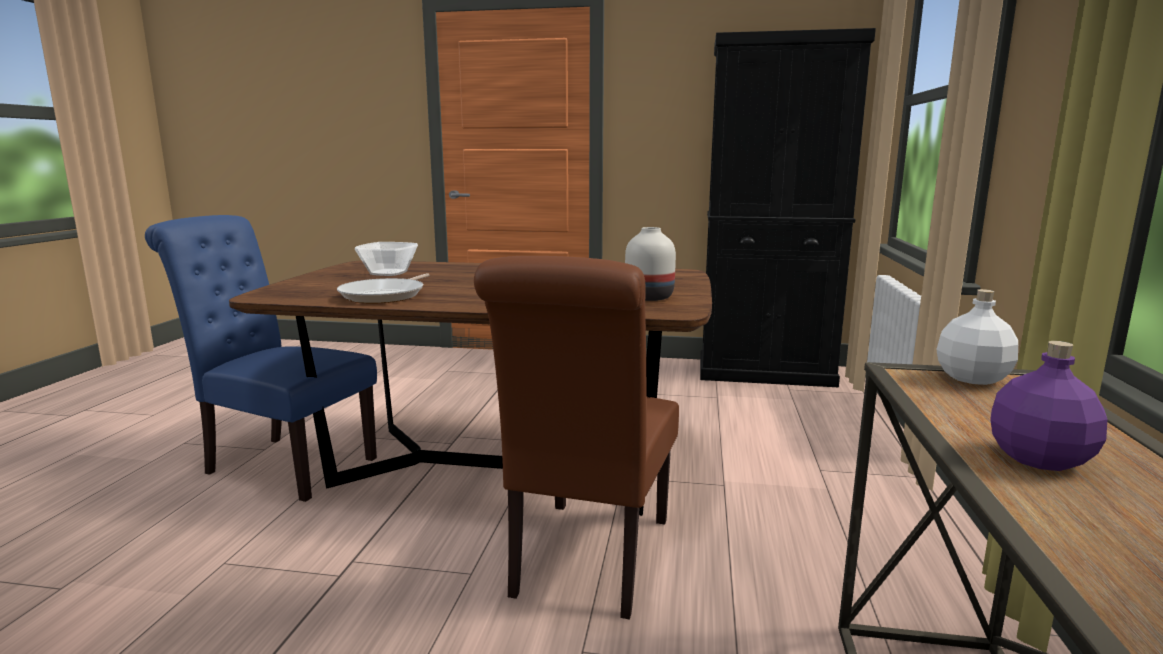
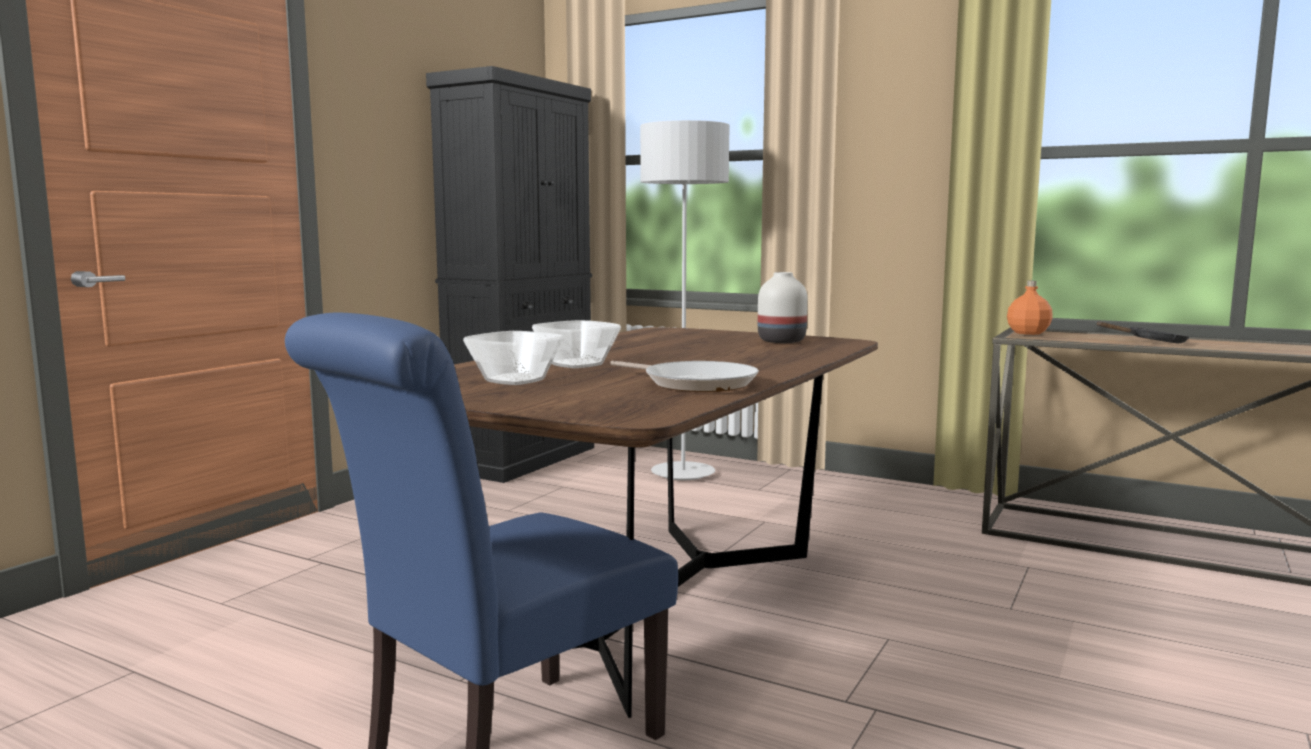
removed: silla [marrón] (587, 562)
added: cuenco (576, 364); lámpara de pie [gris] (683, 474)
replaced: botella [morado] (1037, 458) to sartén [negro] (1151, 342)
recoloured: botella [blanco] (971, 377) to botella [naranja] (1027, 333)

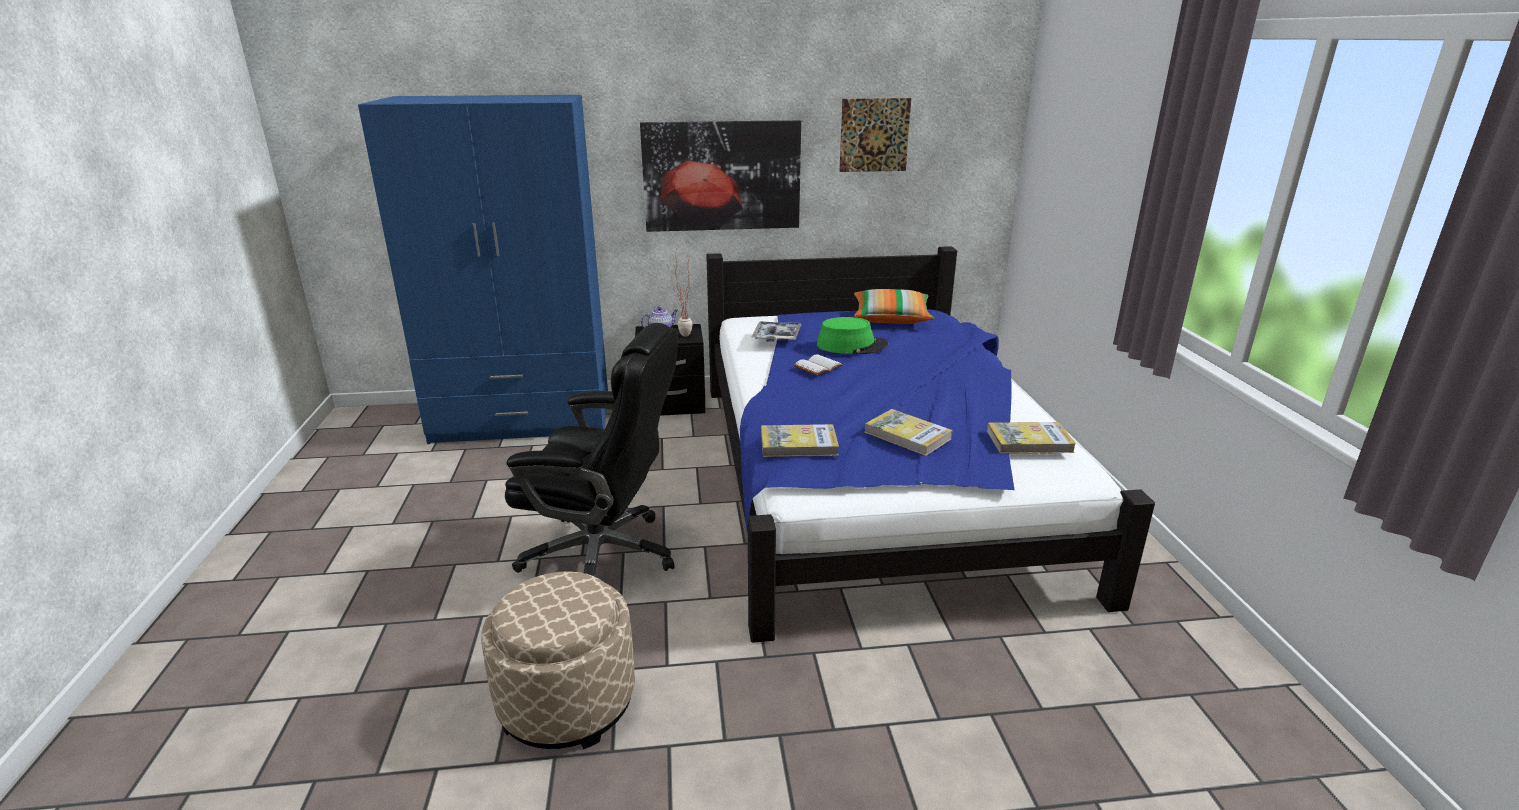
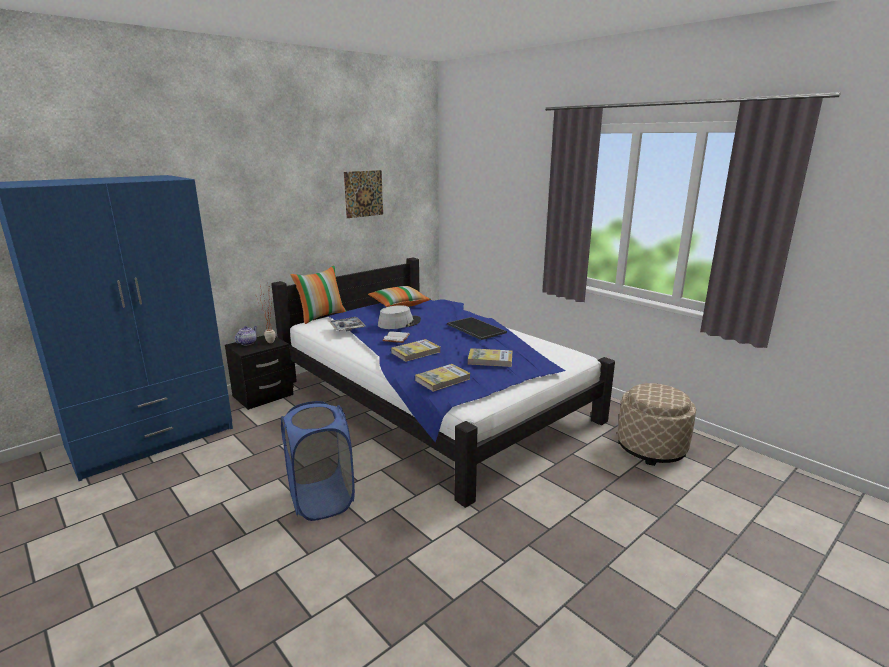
removed: cuadro (722, 176)
added: cojín (321, 316); bandeja (474, 328)
moved: puf [beis] (567, 702) to (651, 448); libro (1029, 441) to (416, 352)
replaced: silla de oficina [negro] (603, 556) to cesto de la ropa [azul] (321, 500)
recoloured: sombrero [verde] (852, 345) to sombrero [gris] (399, 323)

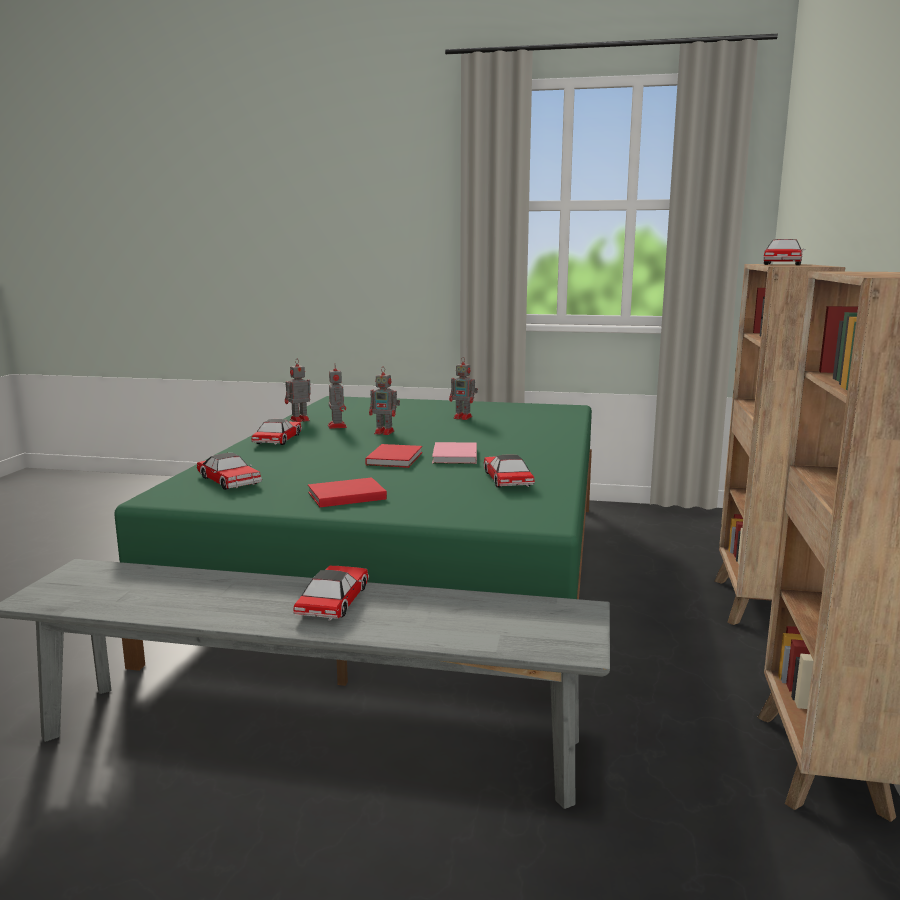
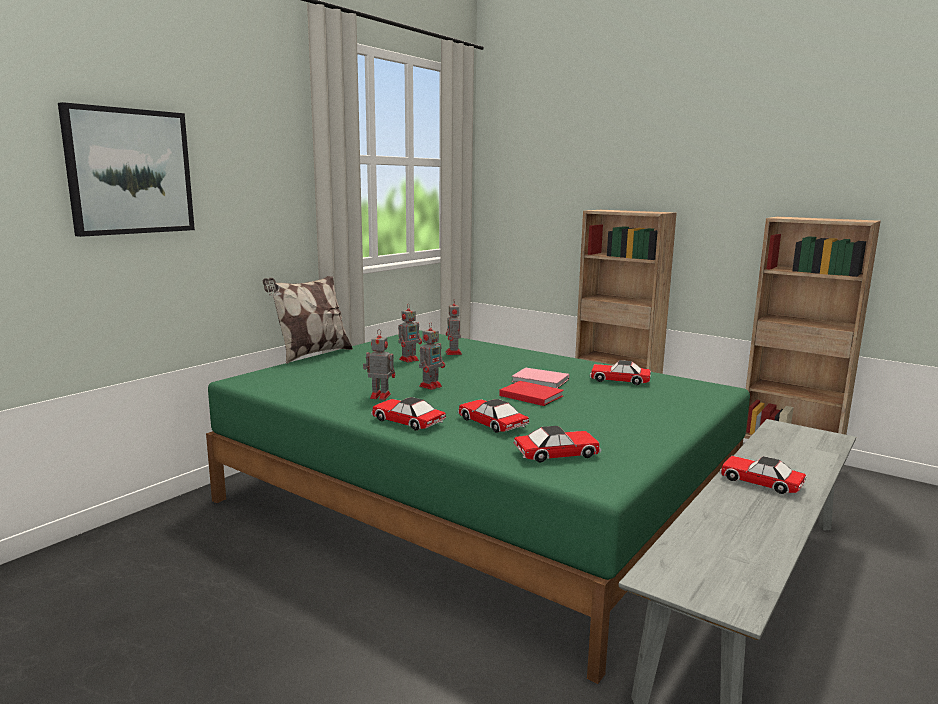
removed: libro [rojo] (344, 496)
added: cuadro (129, 172); cojín (311, 354)
moved: robot de juguete (298, 420) to (453, 353); coche de juguete (782, 264) to (492, 423)

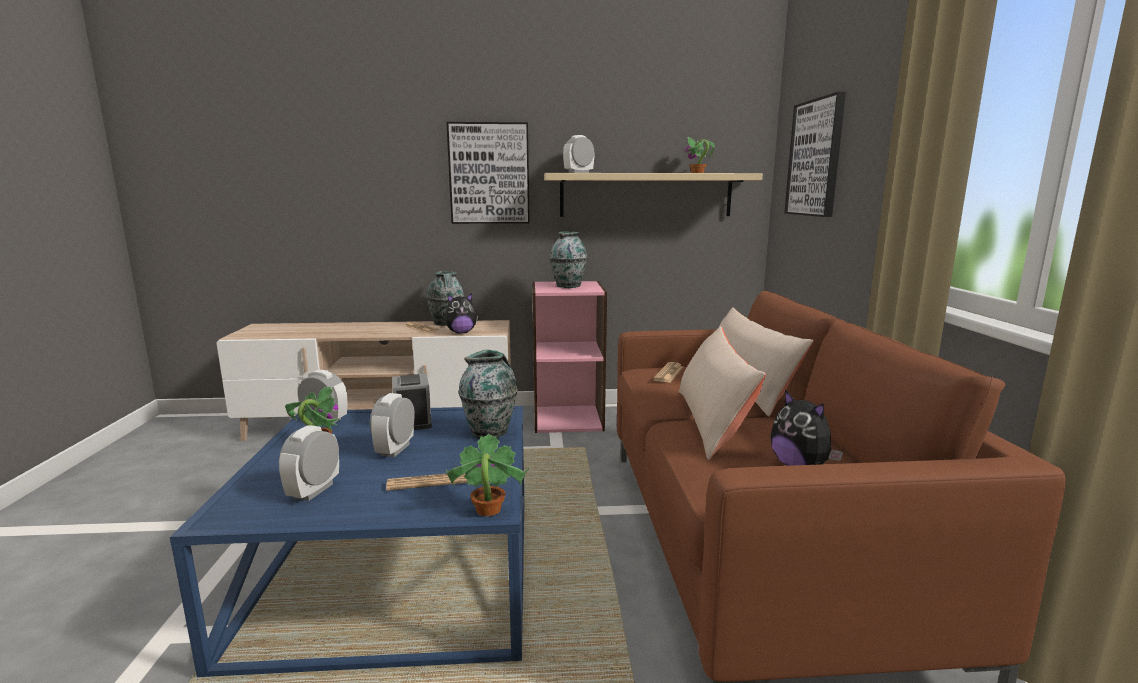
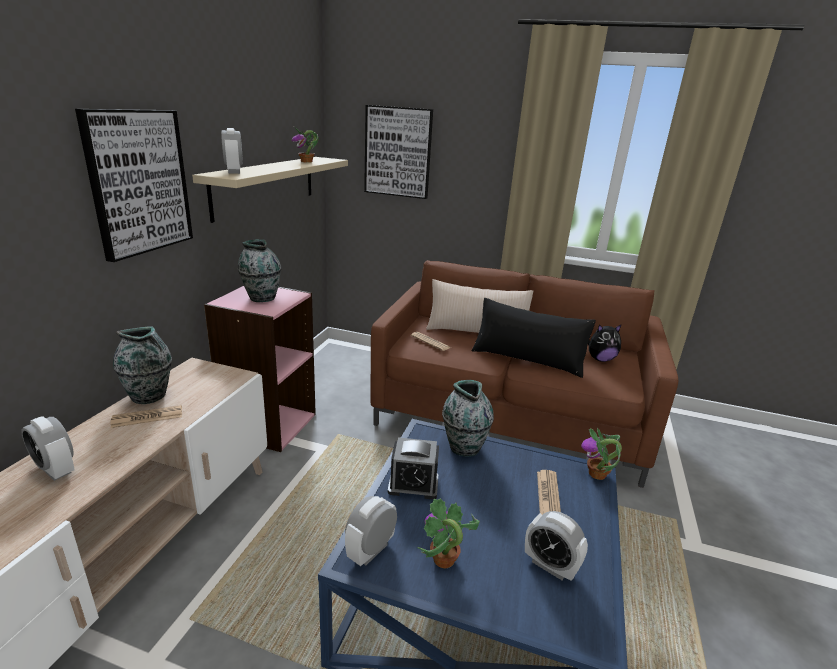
removed: peluche (461, 332)
moved: despertador (395, 449) to (56, 470)
recoloured: cojín [beis] (712, 421) to cojín [negro] (527, 358)

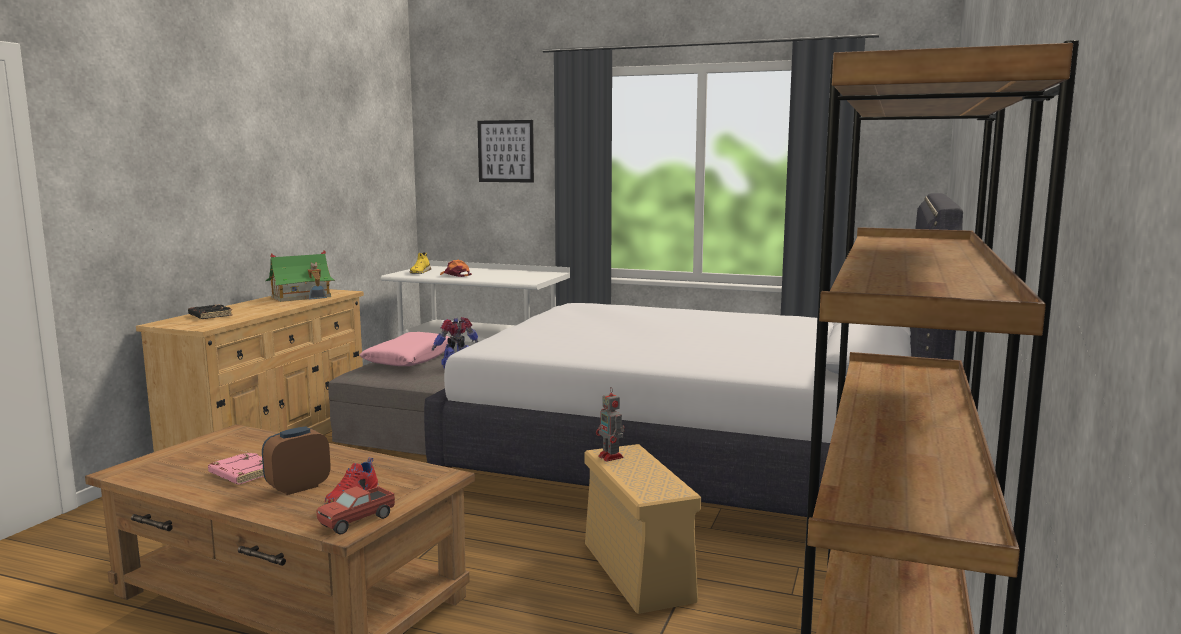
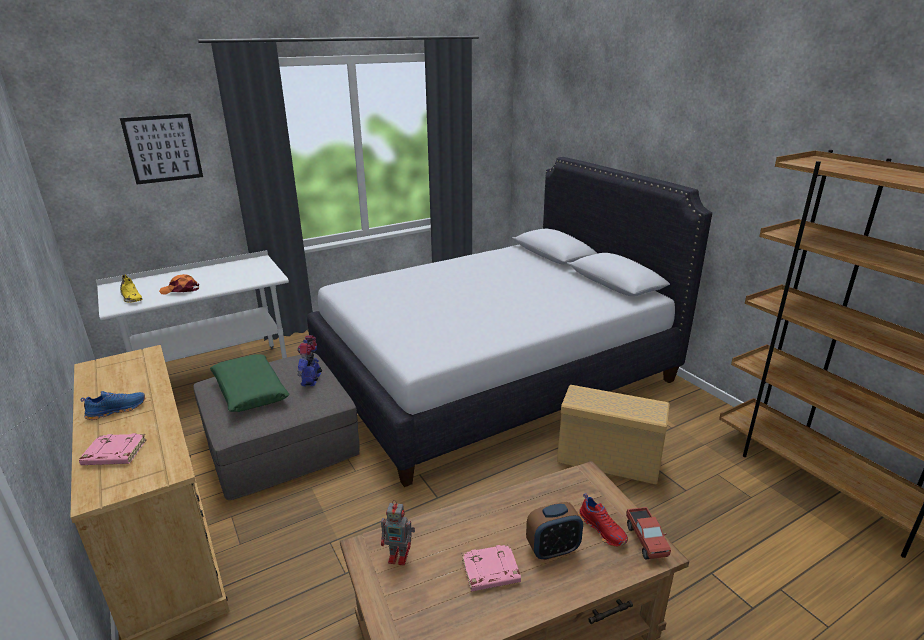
removed: casita (301, 297)
added: zapato [azul] (117, 410)
moved: robot de juguete (611, 457) to (400, 556)
recoloured: libro [negro] (209, 315) to libro [rosa] (114, 454); cojín [rosa] (409, 359) to cojín [verde] (250, 391)
turned: despertador (298, 487) = (553, 549) 105 degrees counterclockwise

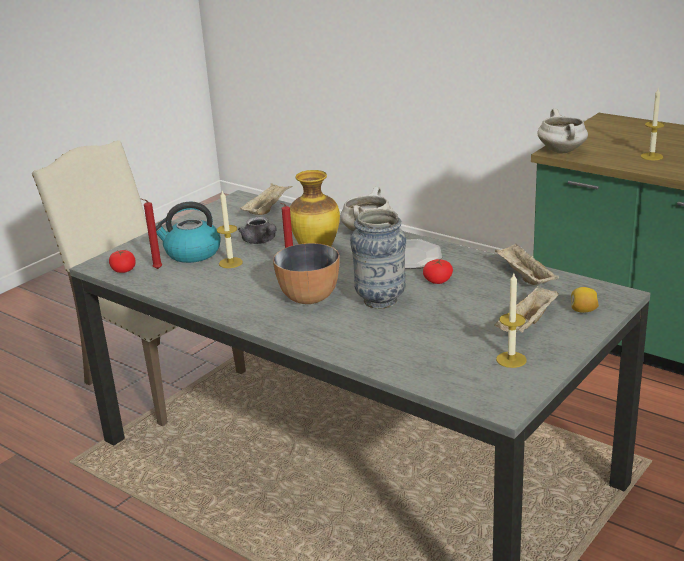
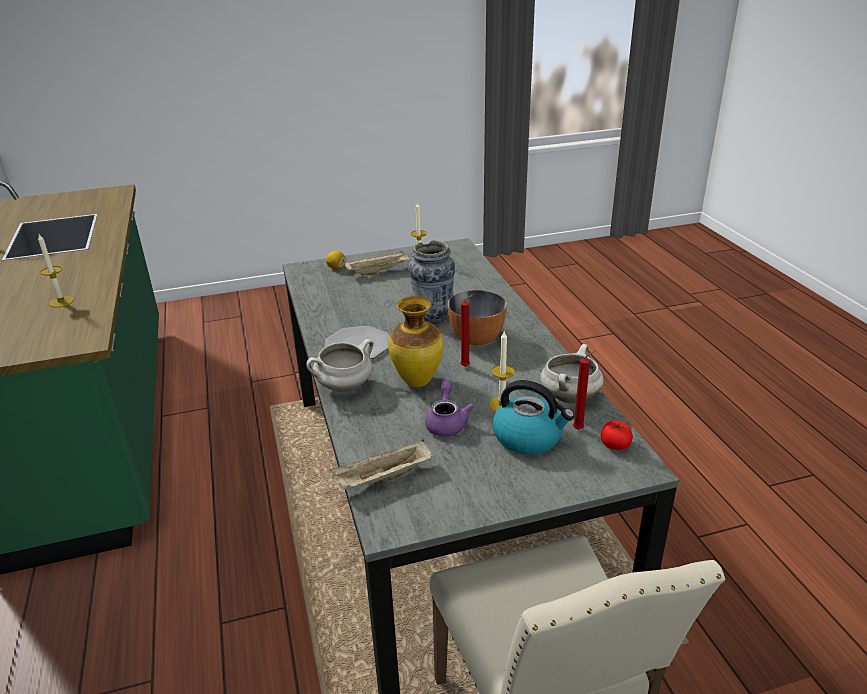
removed: tomate (438, 280); bandeja [beis] (524, 277)
moved: olla [blanco] (562, 151) to (569, 396)
recoloured: tetera [gris] (261, 241) to tetera [morado] (447, 422)

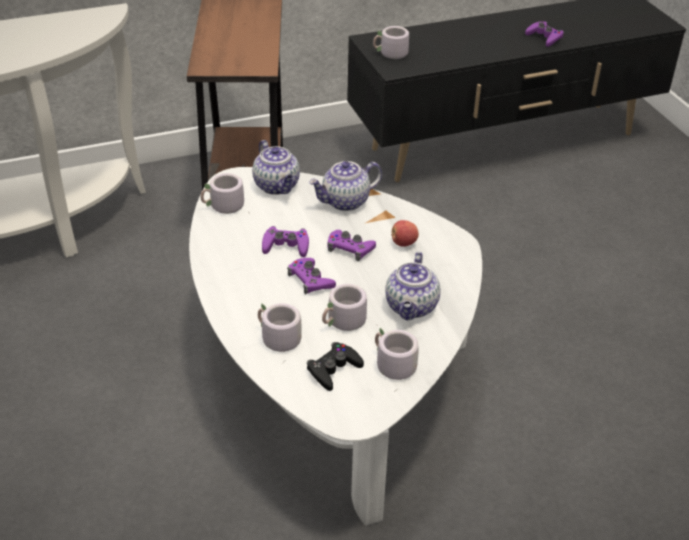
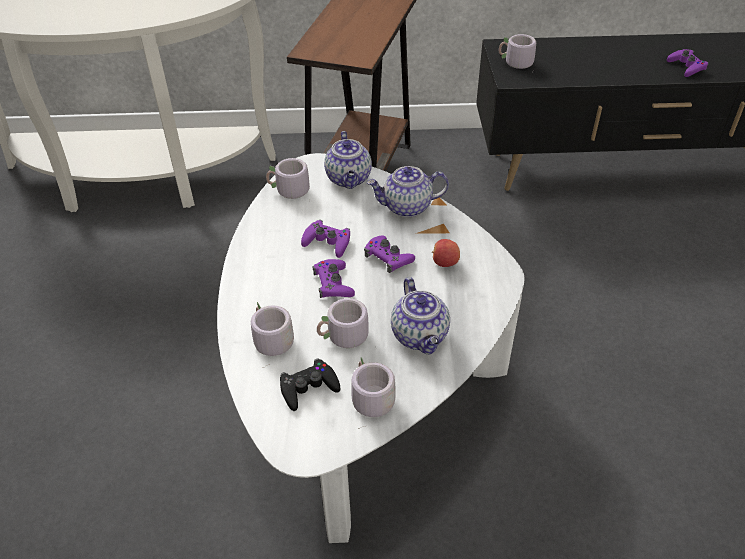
turned: tetera (412, 307) = (420, 336) 45 degrees counterclockwise

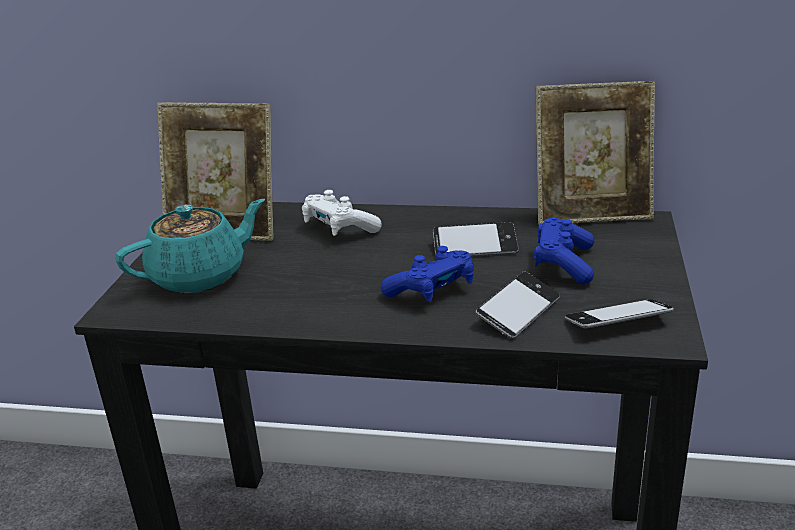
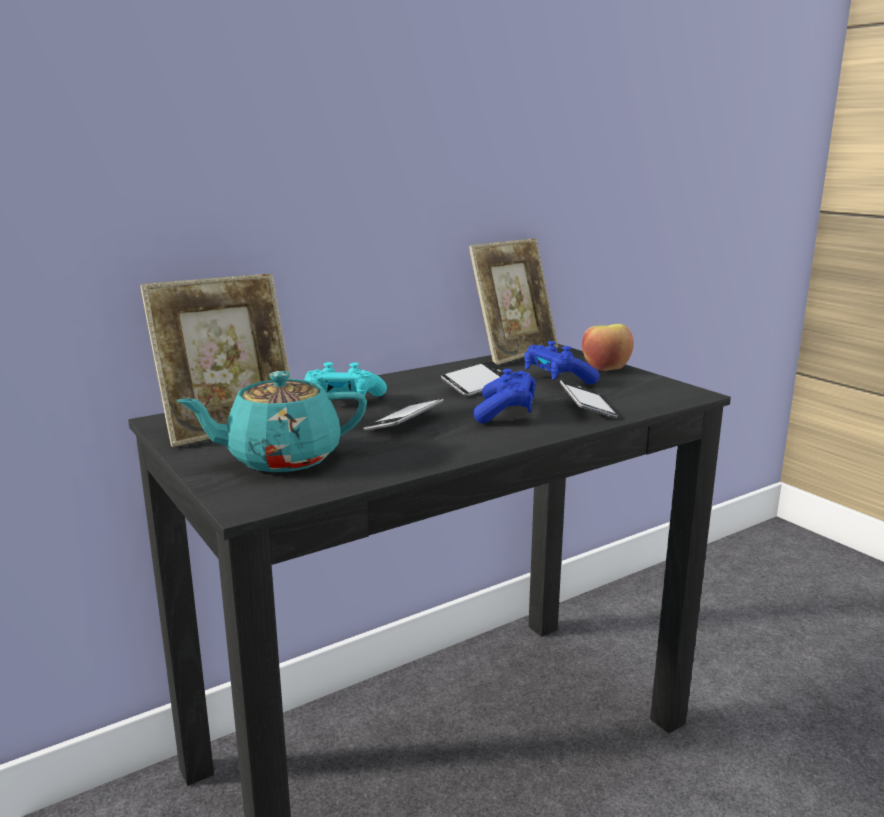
added: manzana (605, 368)
moved: móvil (617, 321) to (404, 422)
recoloured: mando de consola [blanco] (339, 228) to mando de consola [turquesa] (342, 400)
turned: tetera [turquesa] (200, 276) = (281, 458) 120 degrees counterclockwise

